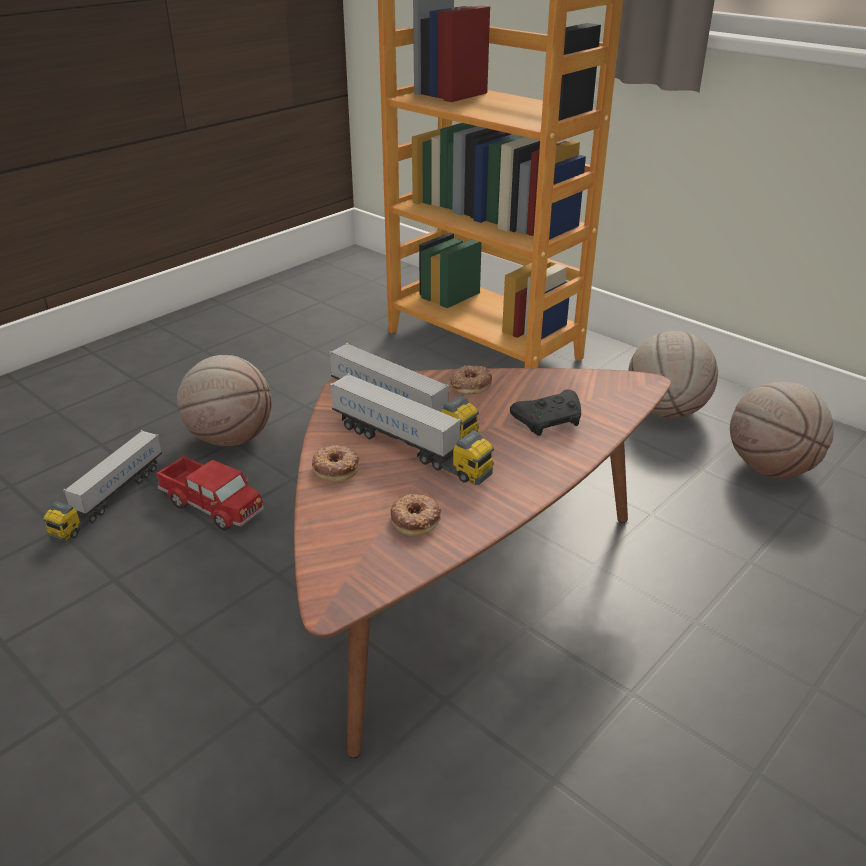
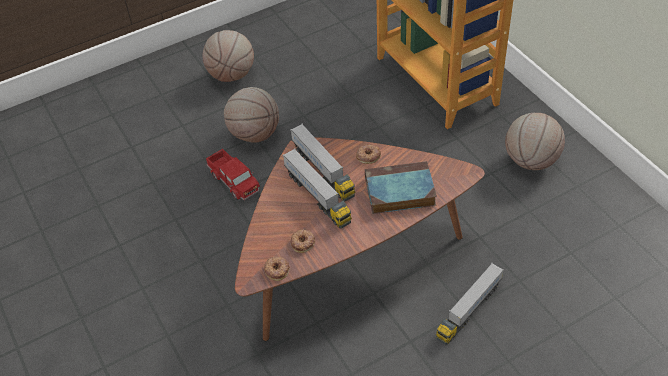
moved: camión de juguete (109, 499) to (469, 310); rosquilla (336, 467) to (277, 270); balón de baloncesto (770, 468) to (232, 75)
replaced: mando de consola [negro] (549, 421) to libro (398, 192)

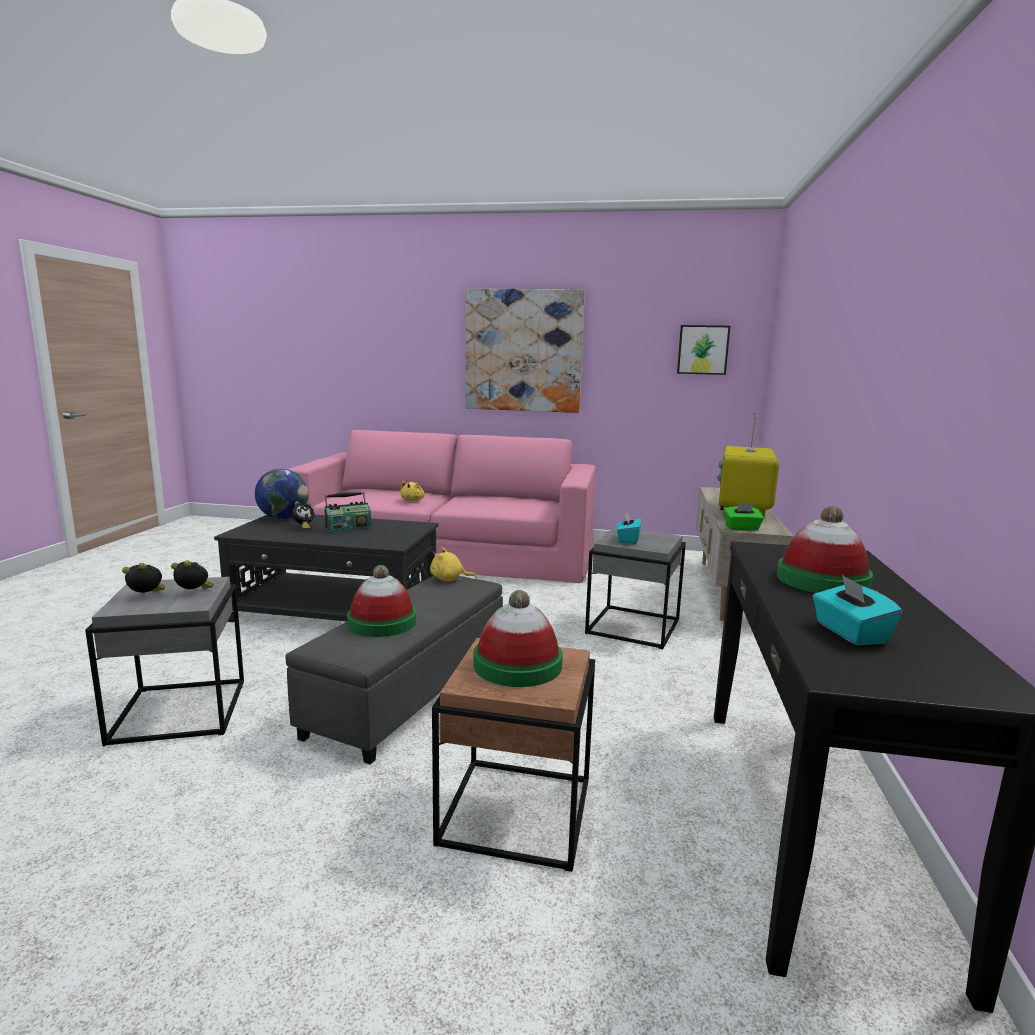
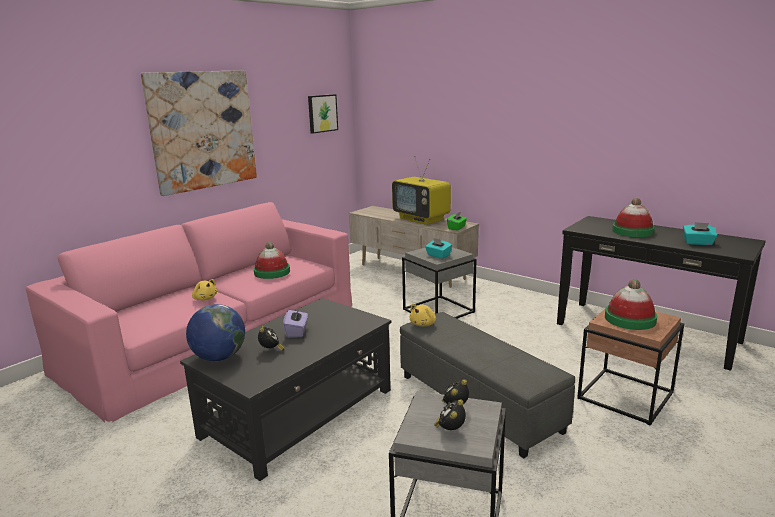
moved: sombrero (382, 622) to (272, 272)
replaced: radio (348, 528) to caja de pañuelos [morado] (297, 332)

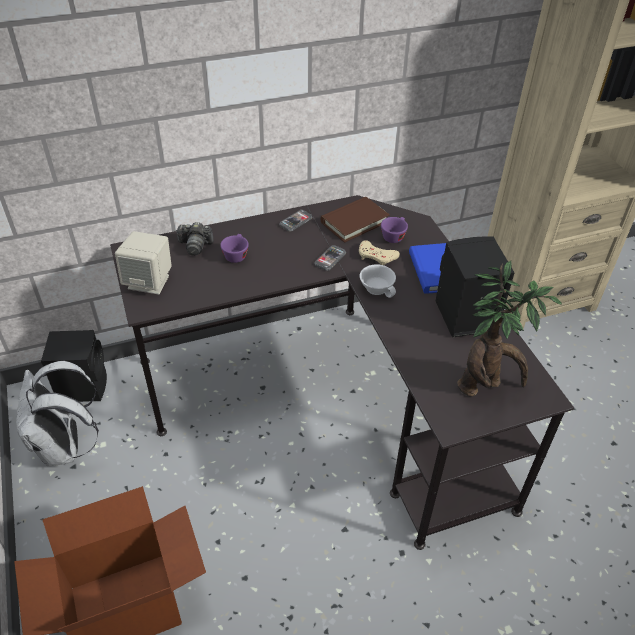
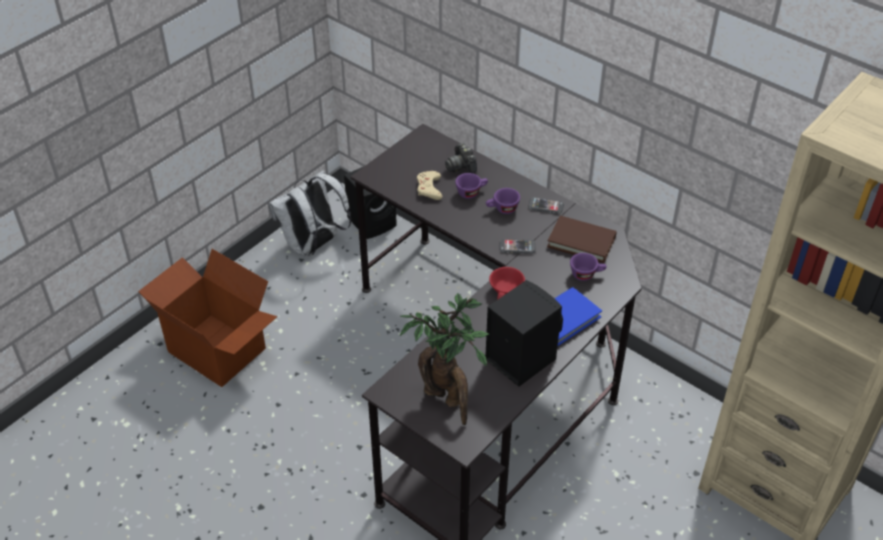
removed: altavoz [beis] (149, 282)
added: taza [morado] (502, 209)
moved: mando de consola [beis] (376, 256) to (429, 188)
recoloured: taza [blanco] (378, 288) to taza [rojo] (507, 291)

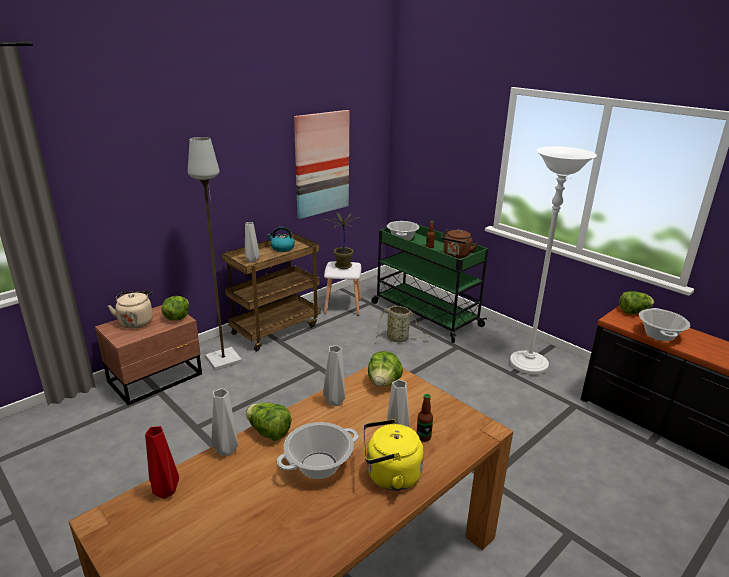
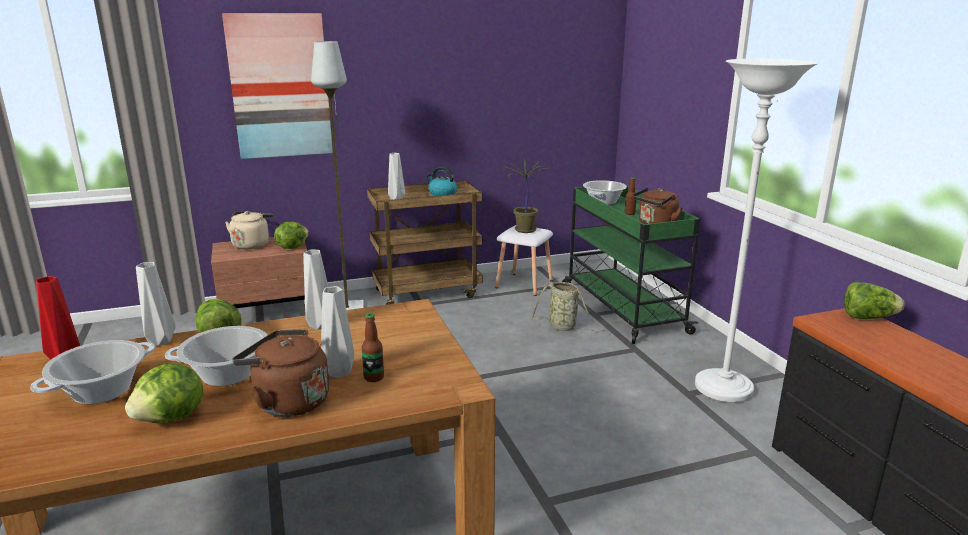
moved: cuadro (321, 164) to (280, 86); lechuga (384, 383) to (172, 419); olla (659, 335) to (102, 392)
recoloured: hervidor [amarillo] (389, 476) to hervidor [marrón] (287, 402)

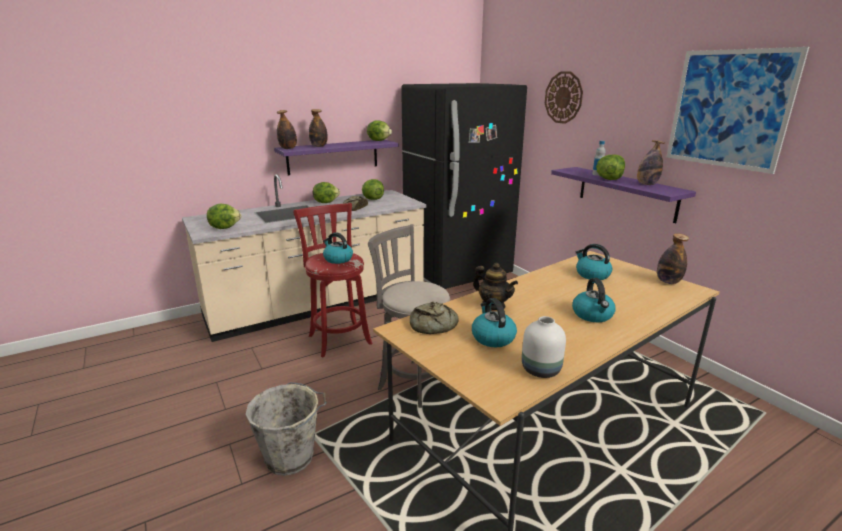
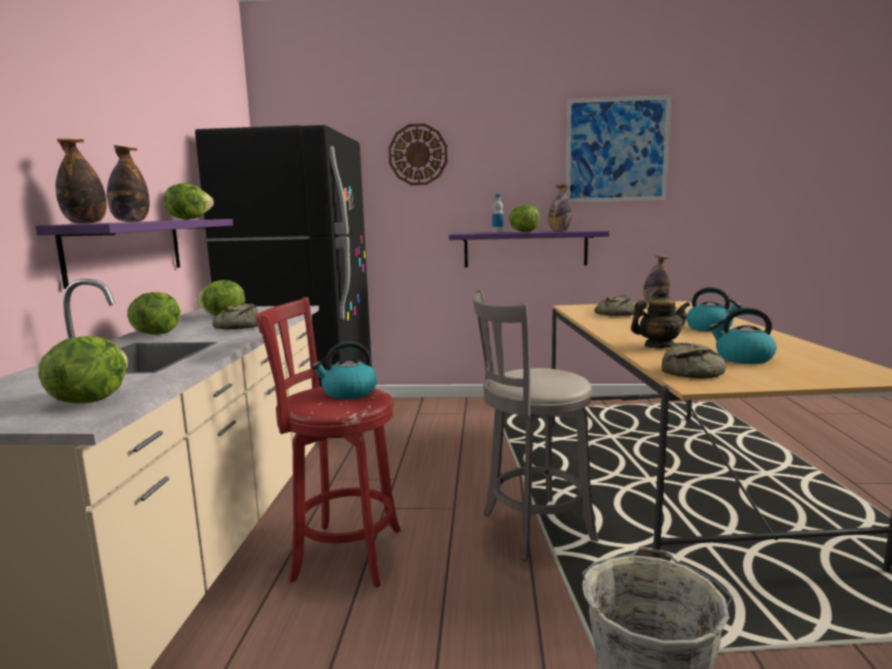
removed: florero [blanco] (539, 370)
replaced: hervidor (592, 275) to pan (615, 314)

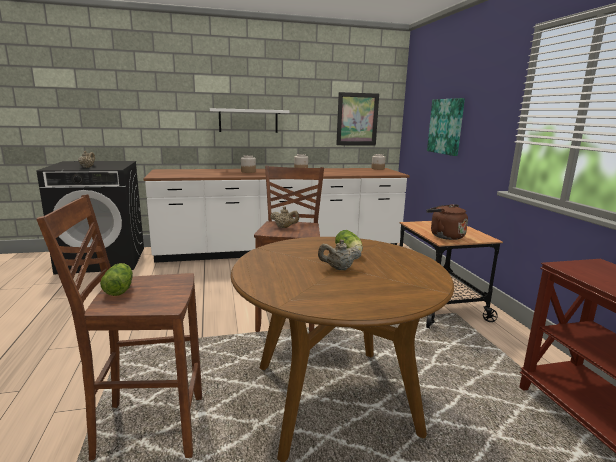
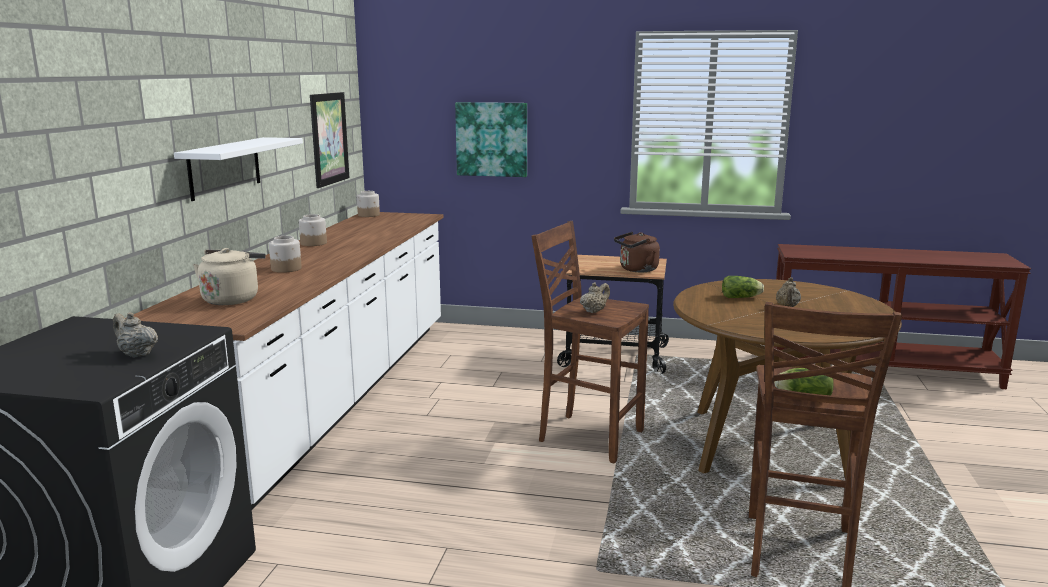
added: hervidor [beis] (232, 299)

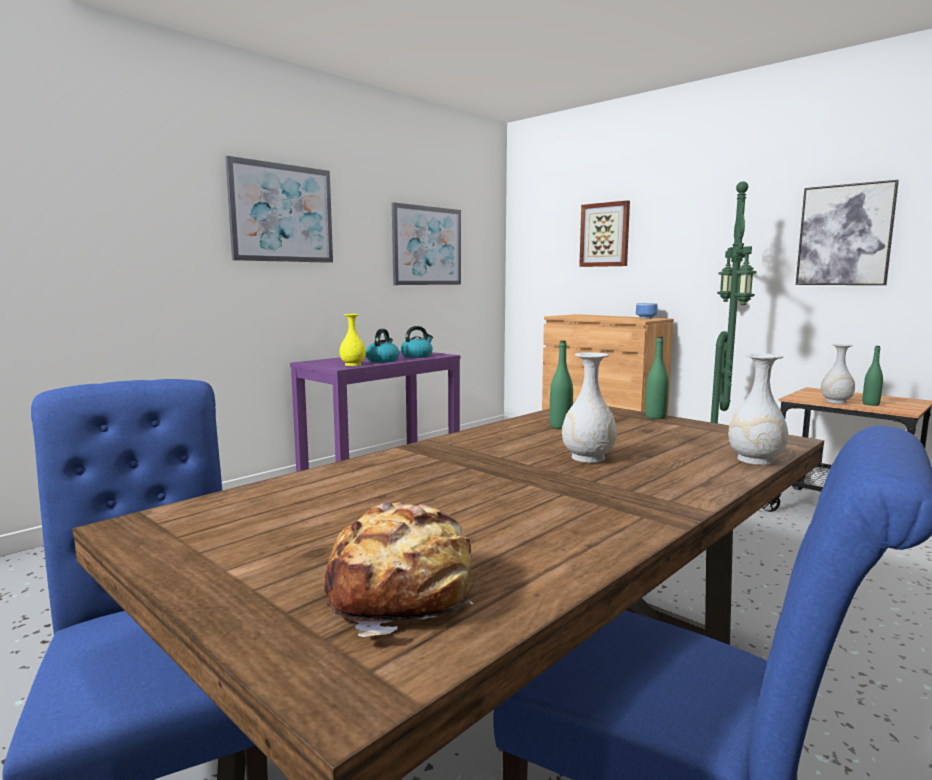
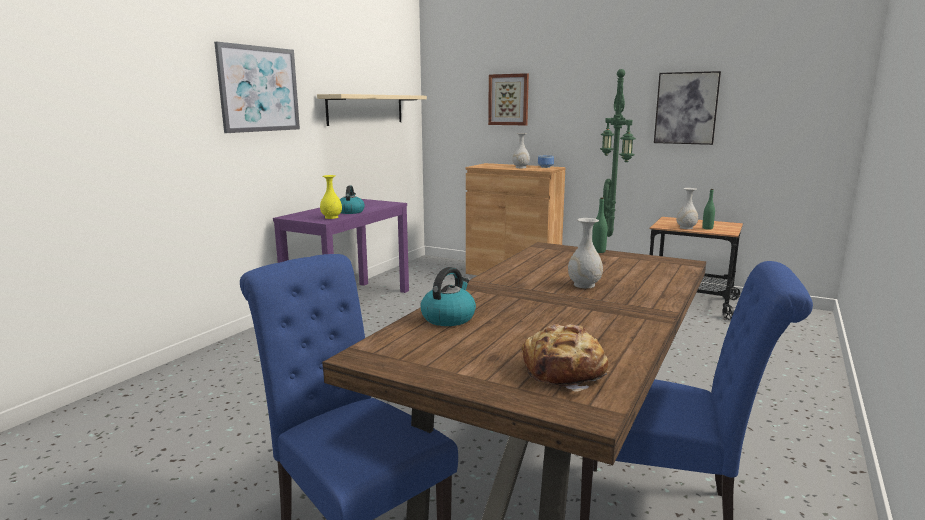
removed: botella [verde] (560, 426)
moved: hervidor (417, 356) to (448, 318); florero [blanco] (754, 460) to (520, 167)
replaced: cuadro (427, 246) to estante [beis] (366, 109)

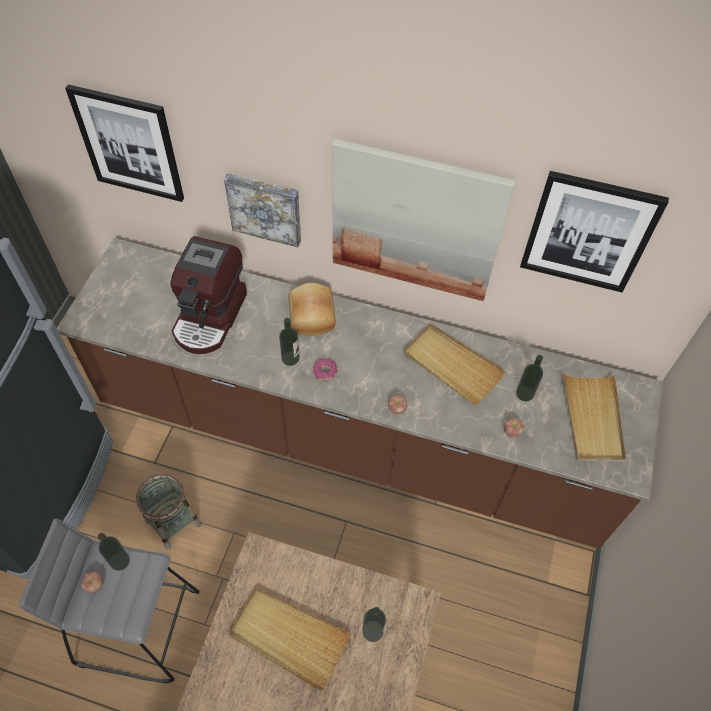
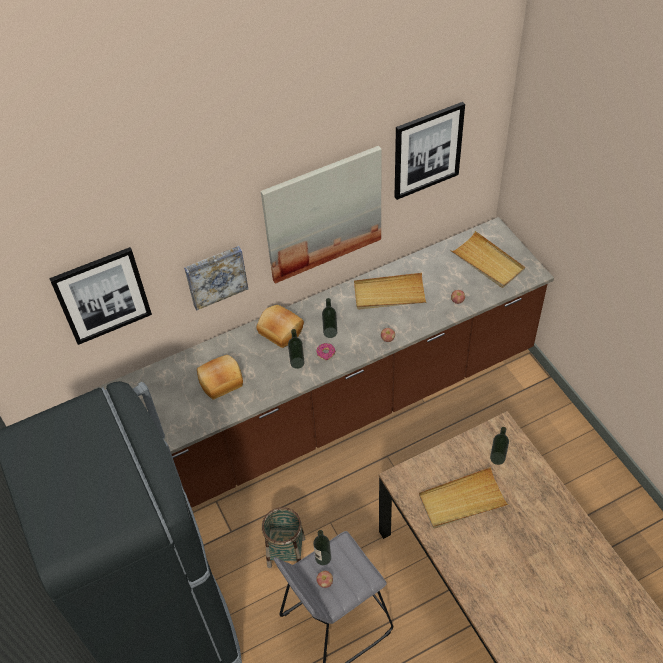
moved: botella (524, 393) to (330, 332)
replaced: cafetera (210, 317) to pan (220, 381)

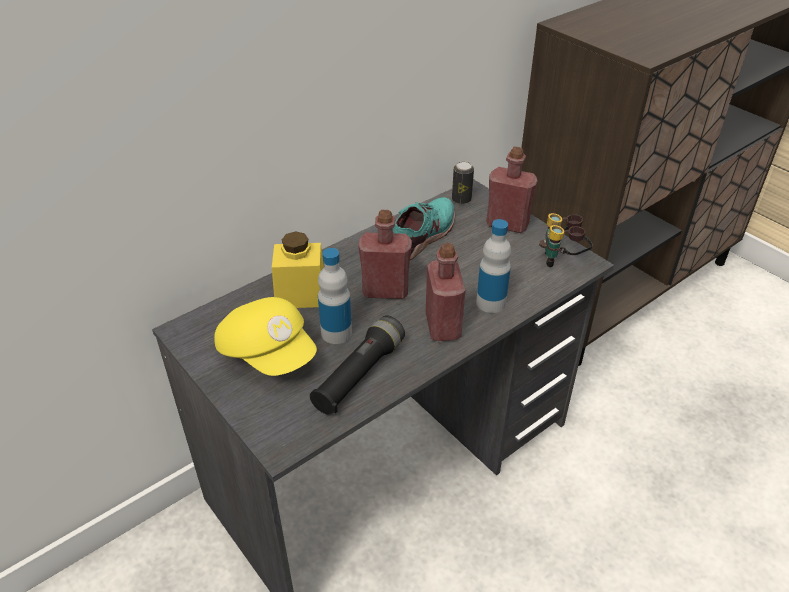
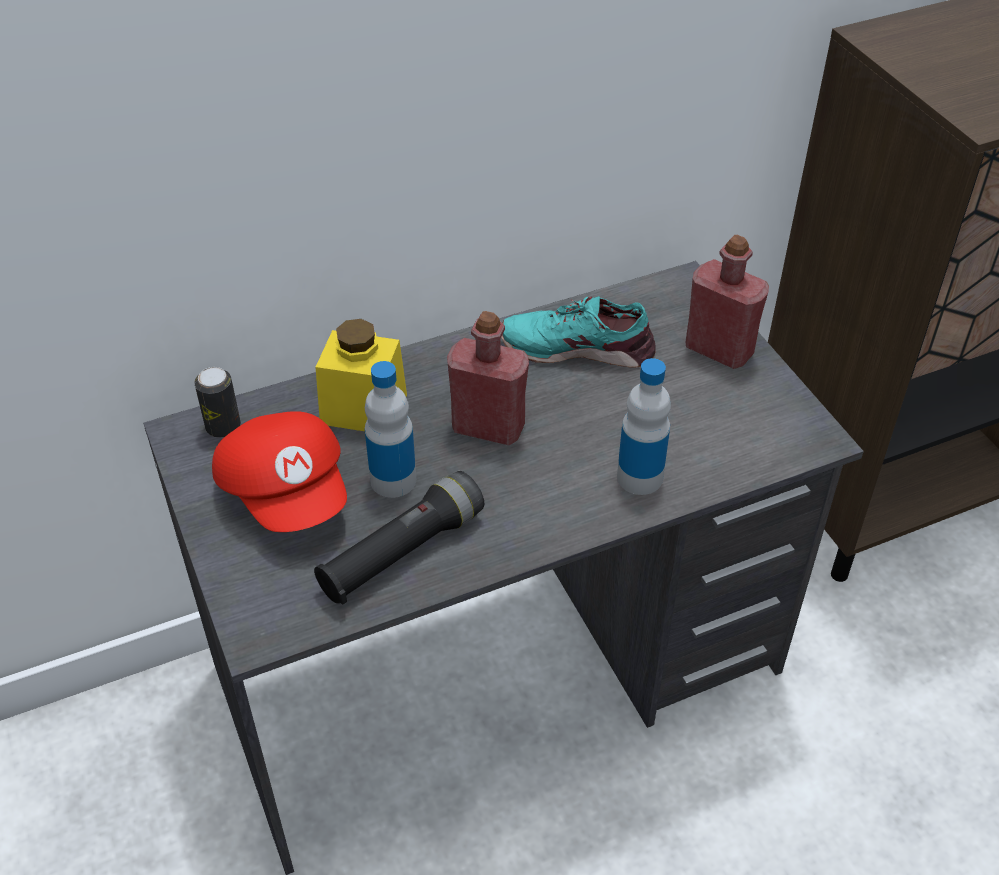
removed: botella [rojo] (442, 326); prismáticos (562, 260)
moved: lata (461, 199) to (223, 427)
recoloured: gorra [amarillo] (269, 353) to gorra [rojo] (288, 492)
turned: zapato [turquesa] (422, 236) = (578, 347) 135 degrees counterclockwise

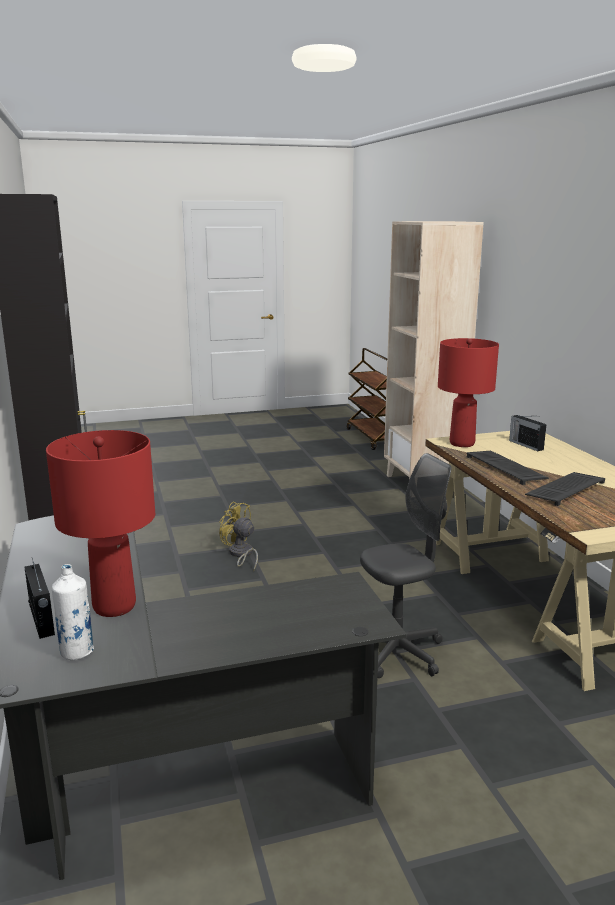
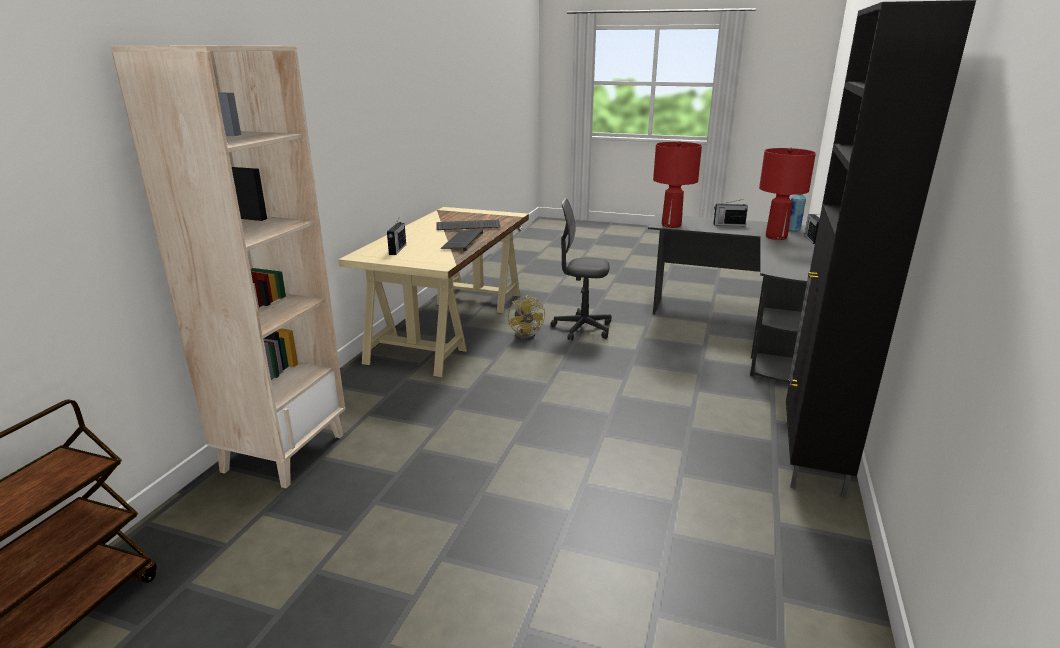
added: radio (728, 224)
moved: ventilador [amarillo] (240, 554) to (527, 334); lámpara de mesa [rojo] (462, 443) to (671, 225)
recoloured: botella [blanco] (77, 652) to botella [azul] (793, 230)

